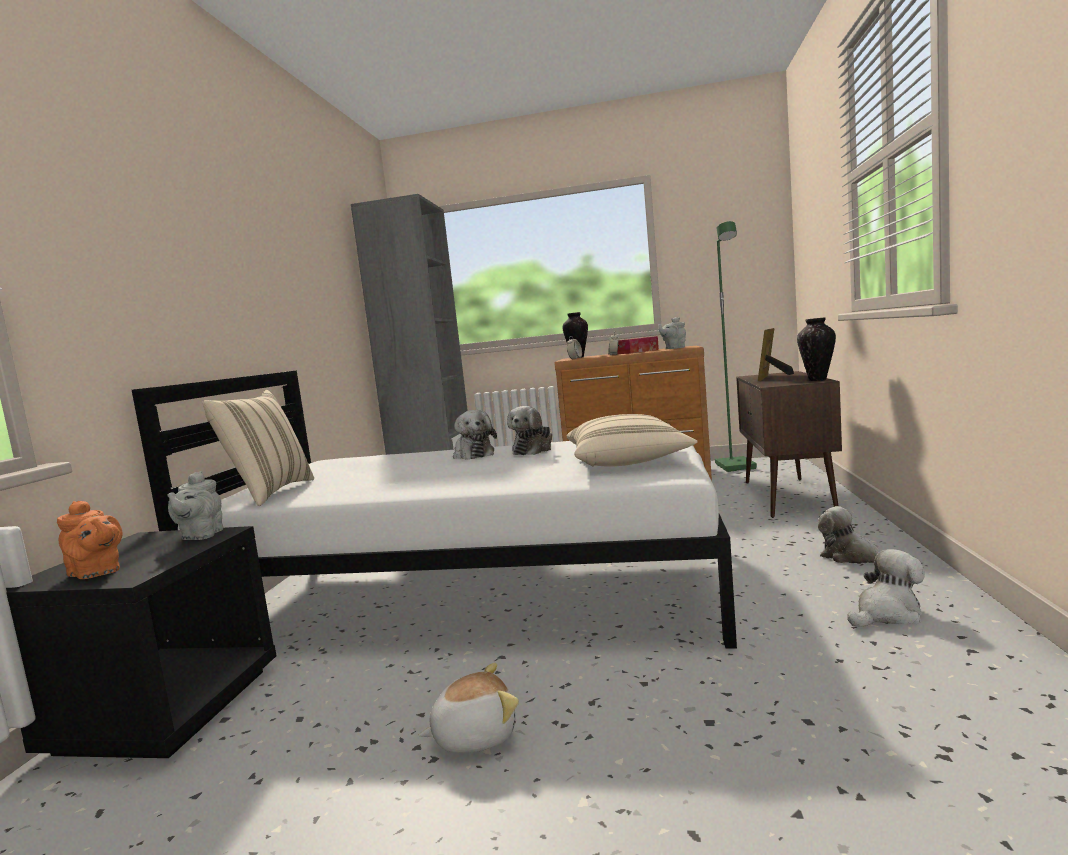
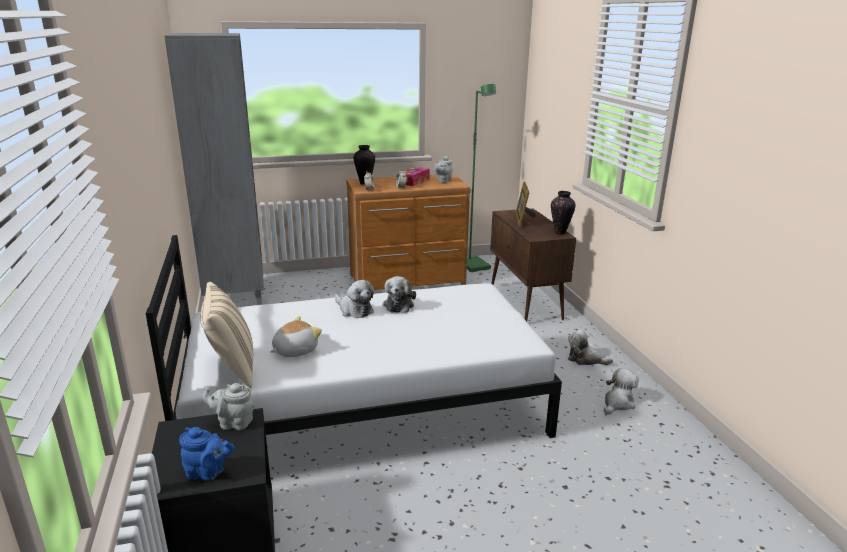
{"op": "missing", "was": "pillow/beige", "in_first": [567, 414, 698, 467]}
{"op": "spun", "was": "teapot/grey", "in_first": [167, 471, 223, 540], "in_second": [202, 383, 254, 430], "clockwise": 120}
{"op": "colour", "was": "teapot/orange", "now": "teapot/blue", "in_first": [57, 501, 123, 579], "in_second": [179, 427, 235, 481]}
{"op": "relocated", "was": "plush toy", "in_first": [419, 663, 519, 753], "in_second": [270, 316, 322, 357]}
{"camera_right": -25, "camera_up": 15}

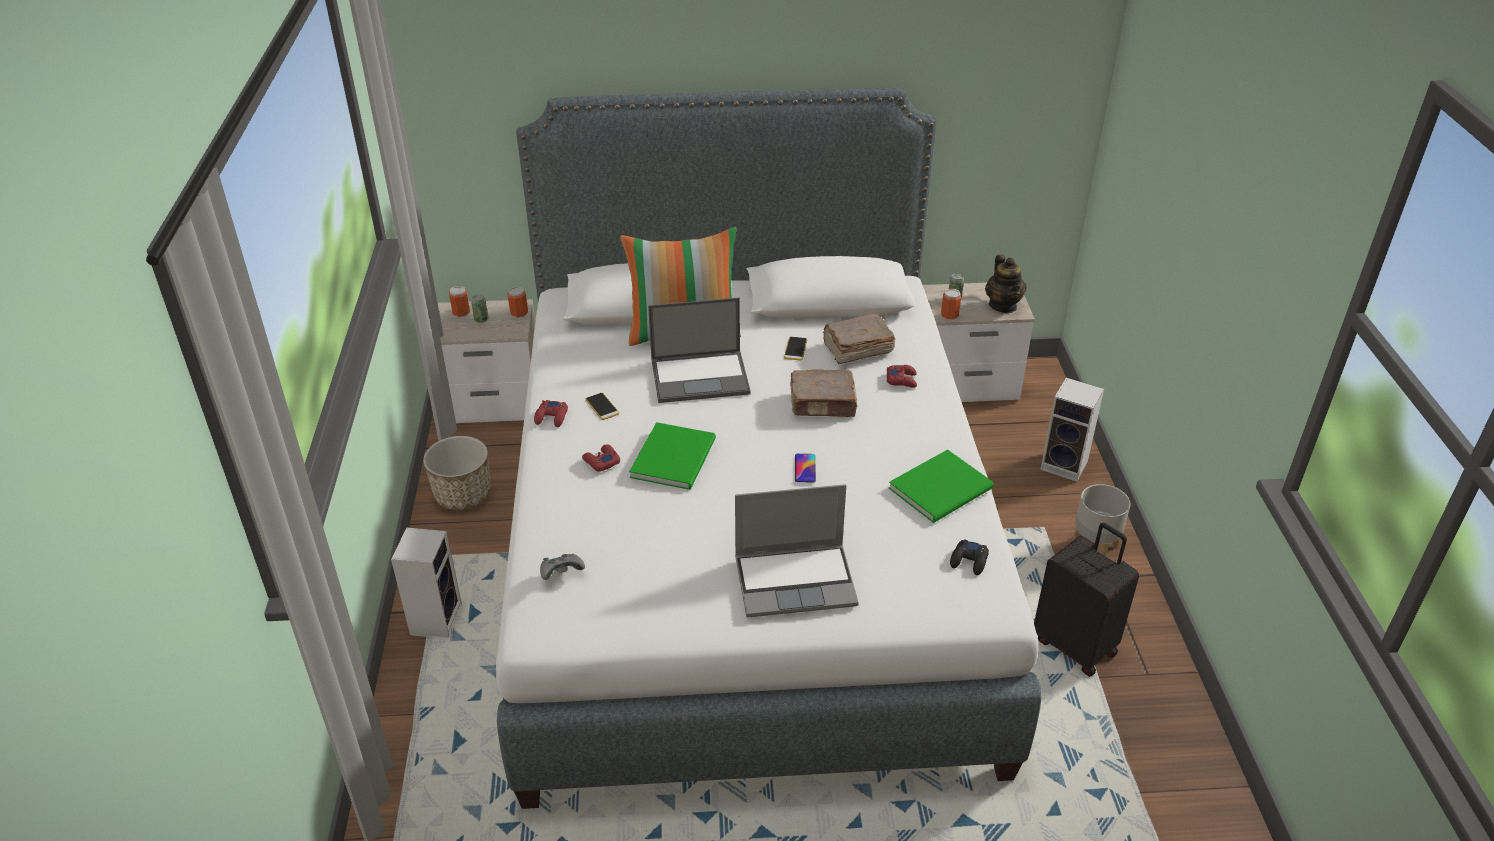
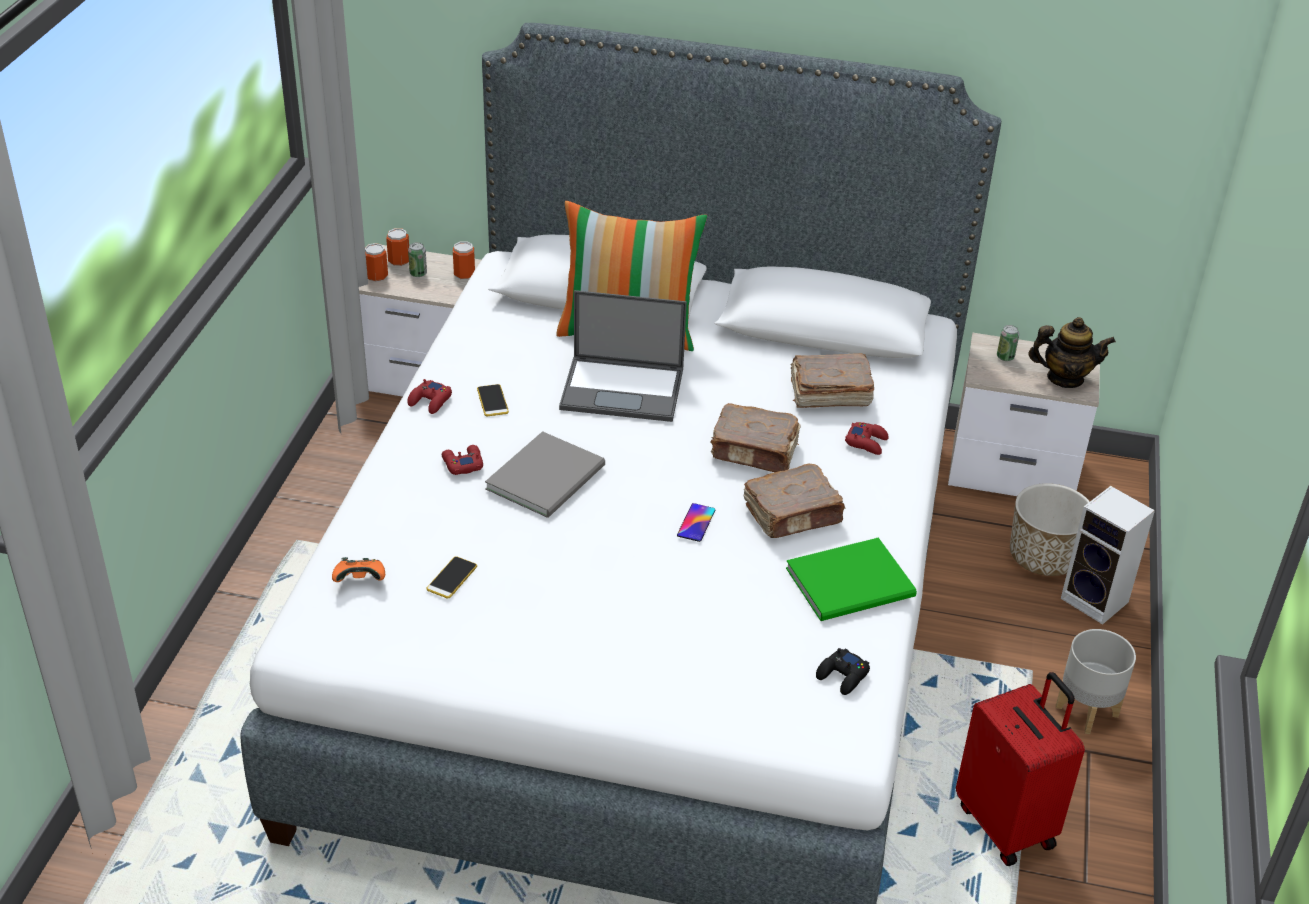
{"op": "spun", "was": "teapot", "in_first": [985, 255, 1027, 313], "in_second": [1028, 317, 1116, 388], "clockwise": -90}
{"op": "relocated", "was": "can", "in_first": [941, 289, 961, 320], "in_second": [365, 243, 388, 282]}
{"op": "relocated", "was": "phone", "in_first": [784, 337, 807, 361], "in_second": [426, 556, 477, 598]}
{"op": "colour", "was": "book/green", "now": "book/grey", "in_first": [629, 422, 716, 490], "in_second": [485, 431, 605, 518]}
{"op": "relocated", "was": "planter", "in_first": [423, 436, 491, 510], "in_second": [1010, 483, 1090, 576]}
{"op": "missing", "was": "laptop", "in_first": [735, 484, 859, 617]}
{"op": "colour", "was": "suitcase/black", "now": "suitcase/red", "in_first": [1034, 523, 1139, 677], "in_second": [956, 672, 1085, 866]}
{"op": "missing", "was": "speaker", "in_first": [391, 527, 462, 638]}
{"op": "colour", "was": "game controller/grey", "now": "game controller/orange", "in_first": [540, 554, 585, 580], "in_second": [332, 557, 385, 582]}
{"op": "appeared", "now": "book/brown", "in_second": [743, 464, 846, 538]}
{"camera_right": 15, "camera_up": 0}

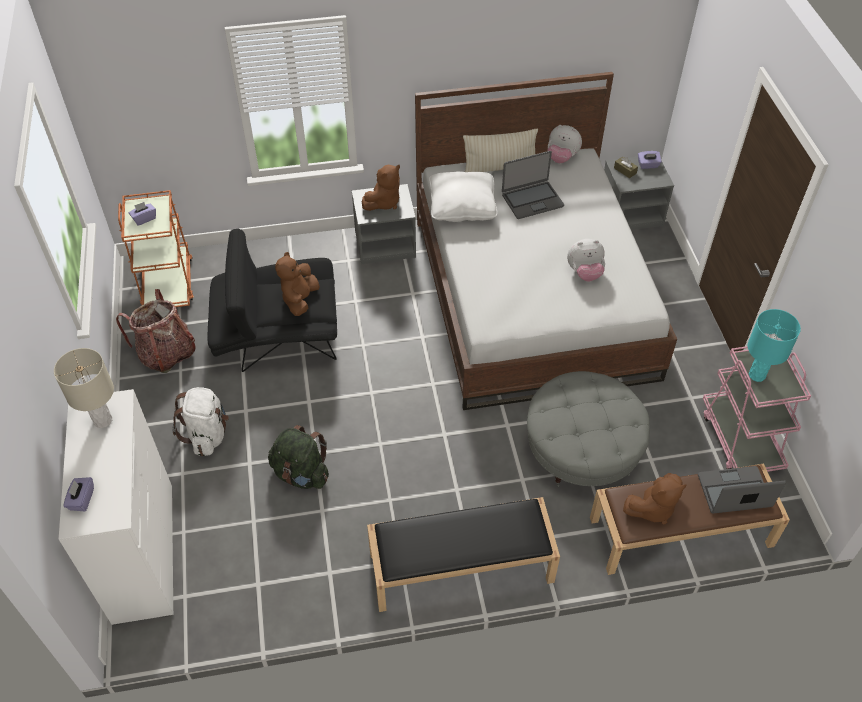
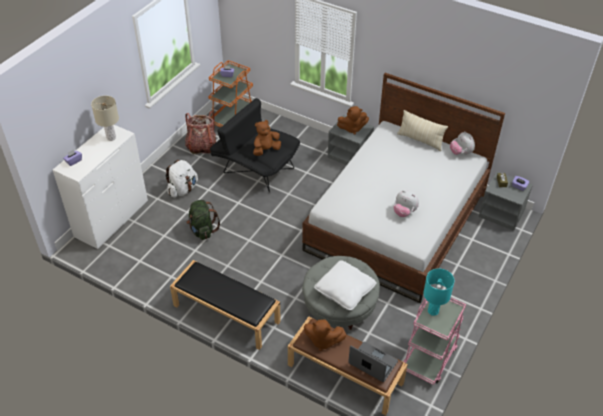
{"op": "missing", "was": "laptop", "in_first": [502, 151, 564, 219]}
{"op": "relocated", "was": "pillow/white", "in_first": [429, 171, 497, 222], "in_second": [314, 260, 377, 310]}
{"camera_right": 40, "camera_up": -5}

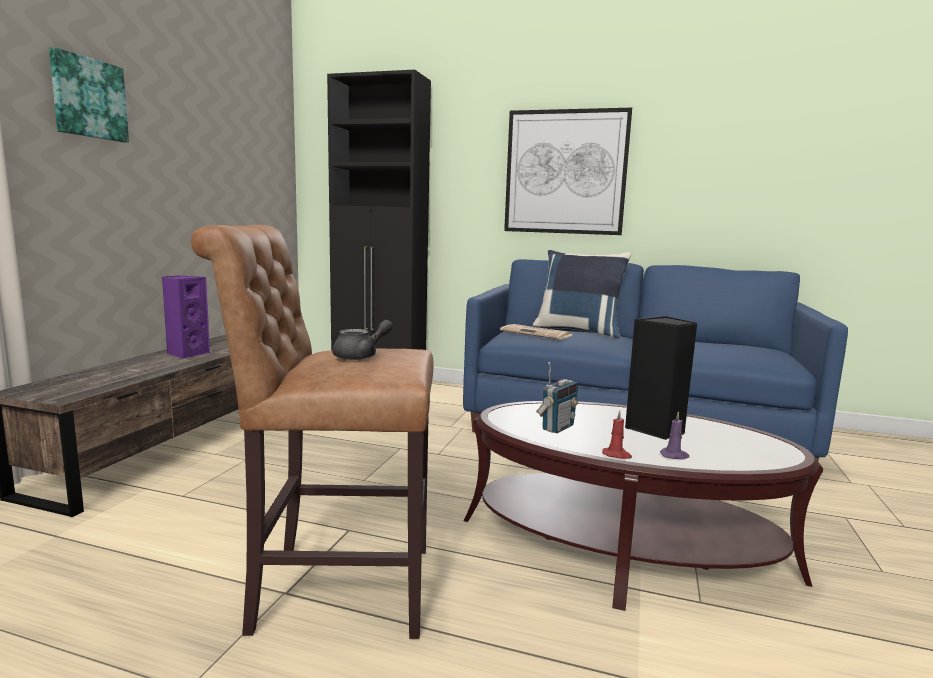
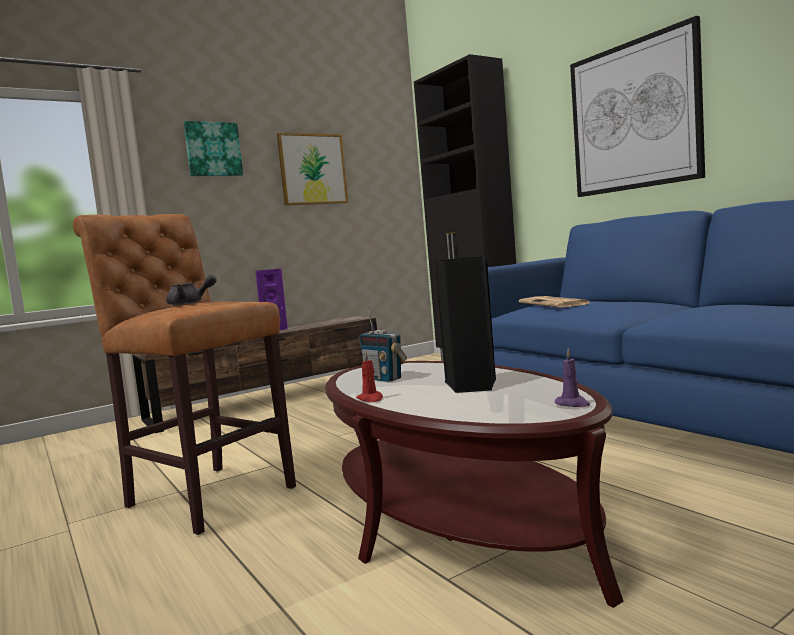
{"op": "missing", "was": "pillow/blue", "in_first": [532, 250, 631, 339]}
{"op": "spun", "was": "radio", "in_first": [536, 362, 578, 433], "in_second": [359, 308, 407, 382], "clockwise": 60}
{"op": "relocated", "was": "candle/purple", "in_first": [660, 411, 689, 459], "in_second": [555, 348, 590, 407]}
{"op": "appeared", "now": "picture", "in_second": [277, 133, 348, 206]}
{"camera_right": 40, "camera_up": -5}

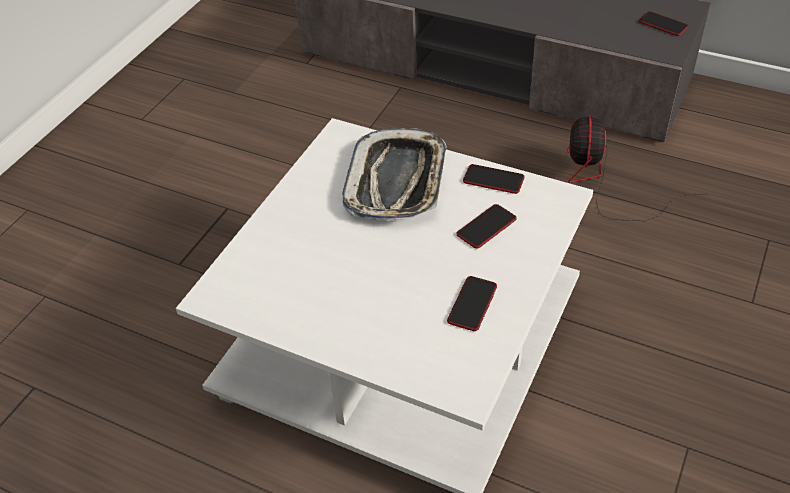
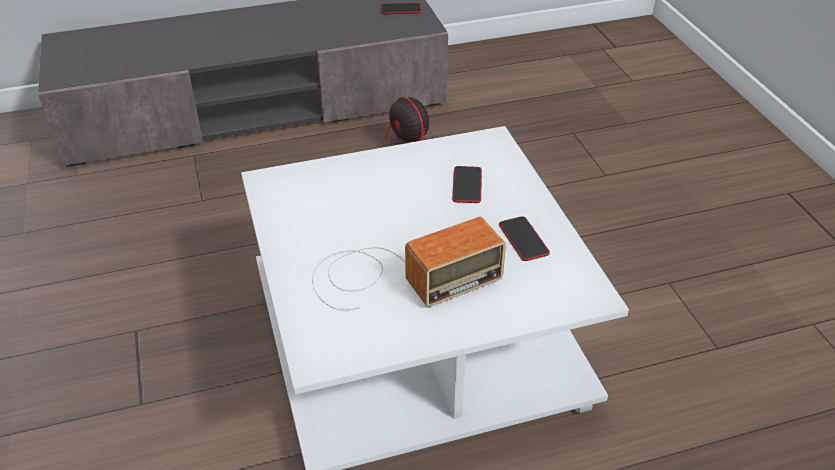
{"op": "missing", "was": "tray", "in_first": [342, 128, 447, 221]}
{"op": "missing", "was": "phone", "in_first": [463, 164, 525, 194]}
{"op": "appeared", "now": "radio", "in_second": [312, 217, 506, 310]}
{"camera_right": -45, "camera_up": -5}

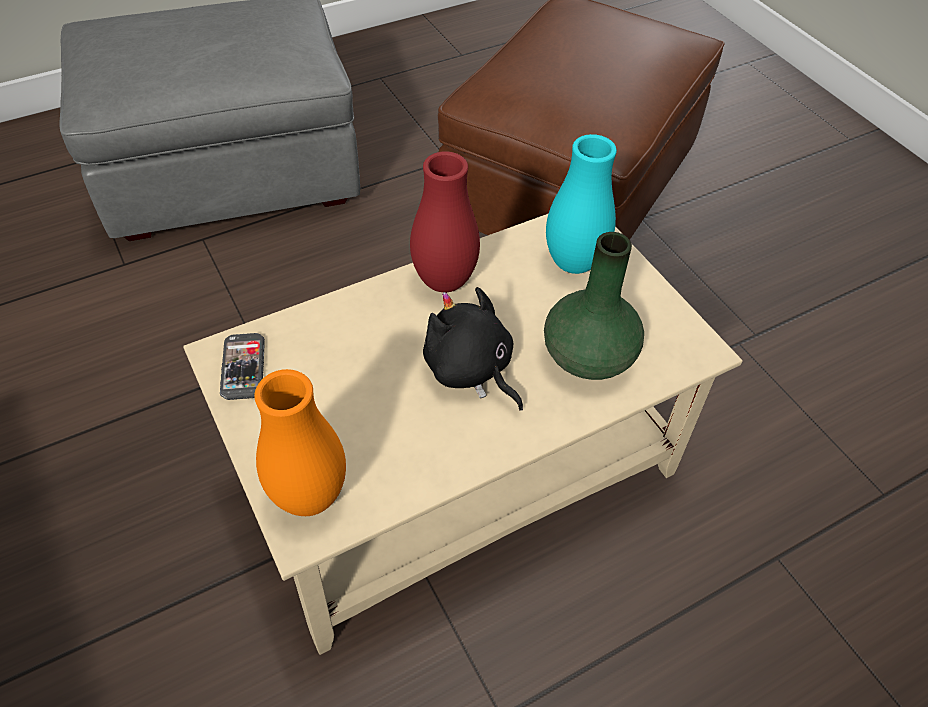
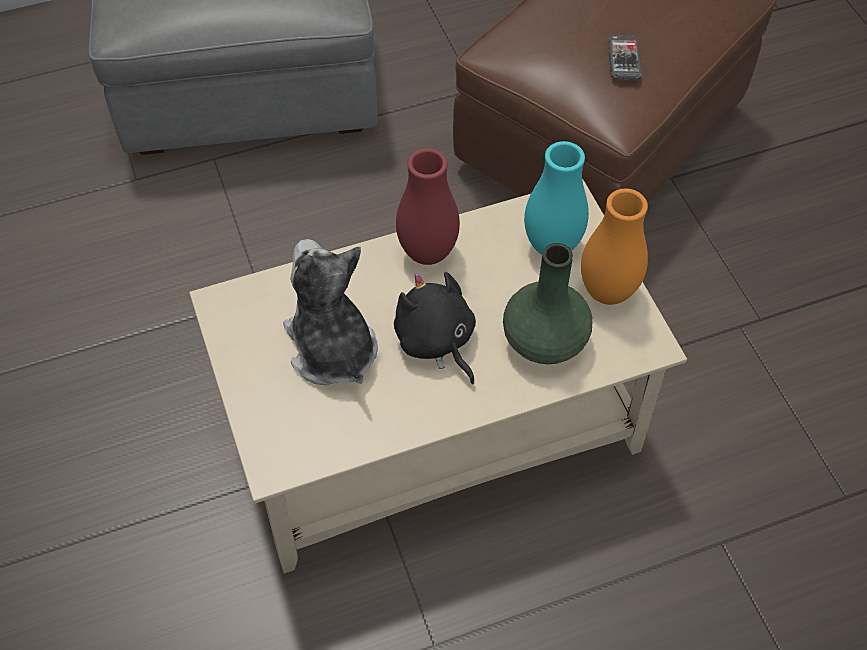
{"op": "relocated", "was": "phone", "in_first": [220, 333, 265, 400], "in_second": [608, 35, 642, 80]}
{"op": "relocated", "was": "vase/orange", "in_first": [254, 369, 346, 516], "in_second": [581, 188, 648, 305]}
{"op": "appeared", "now": "plush toy", "in_second": [283, 239, 378, 385]}
{"camera_right": 10, "camera_up": 5}

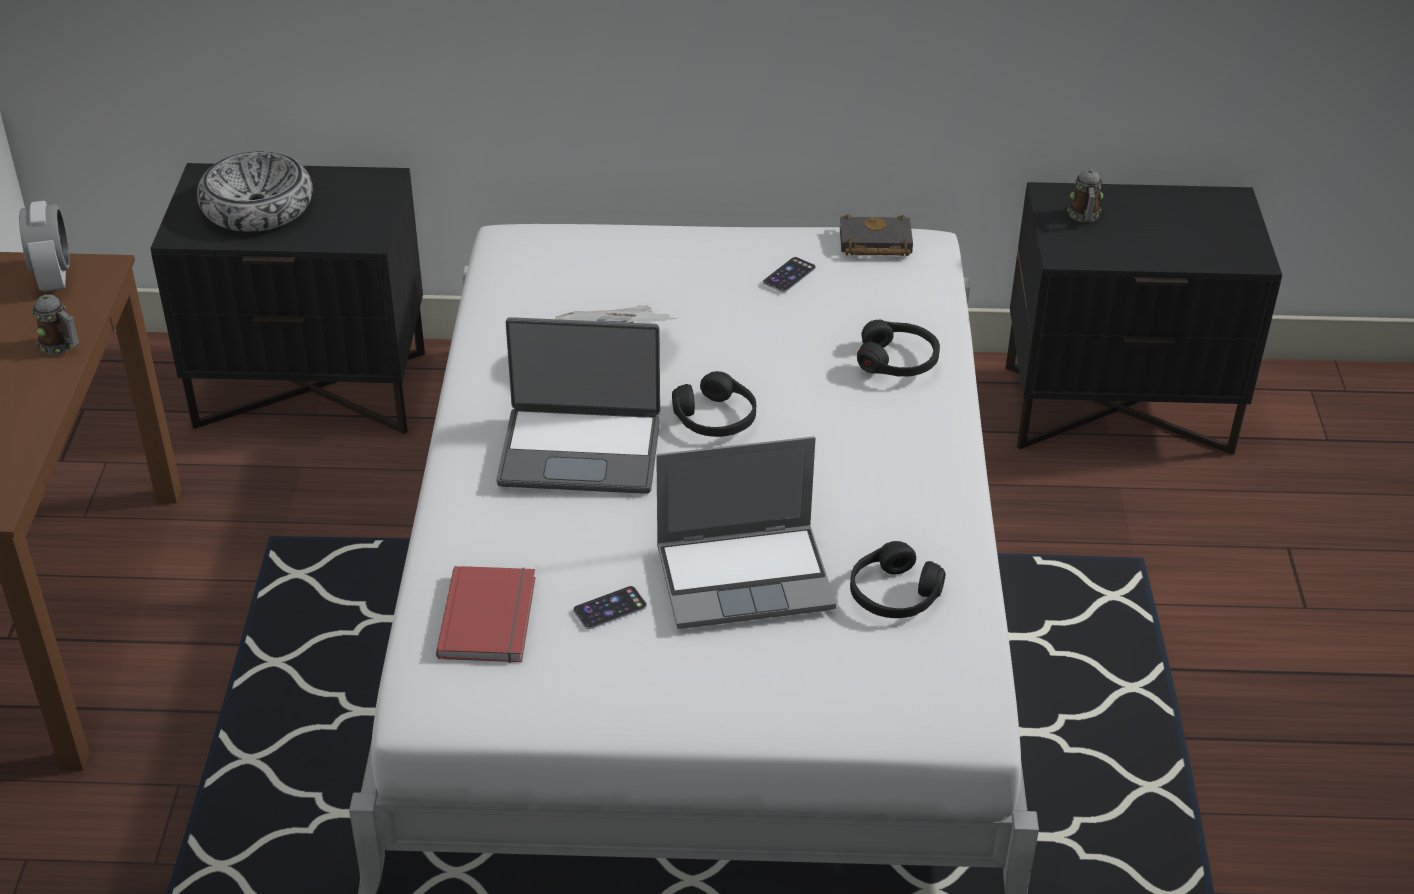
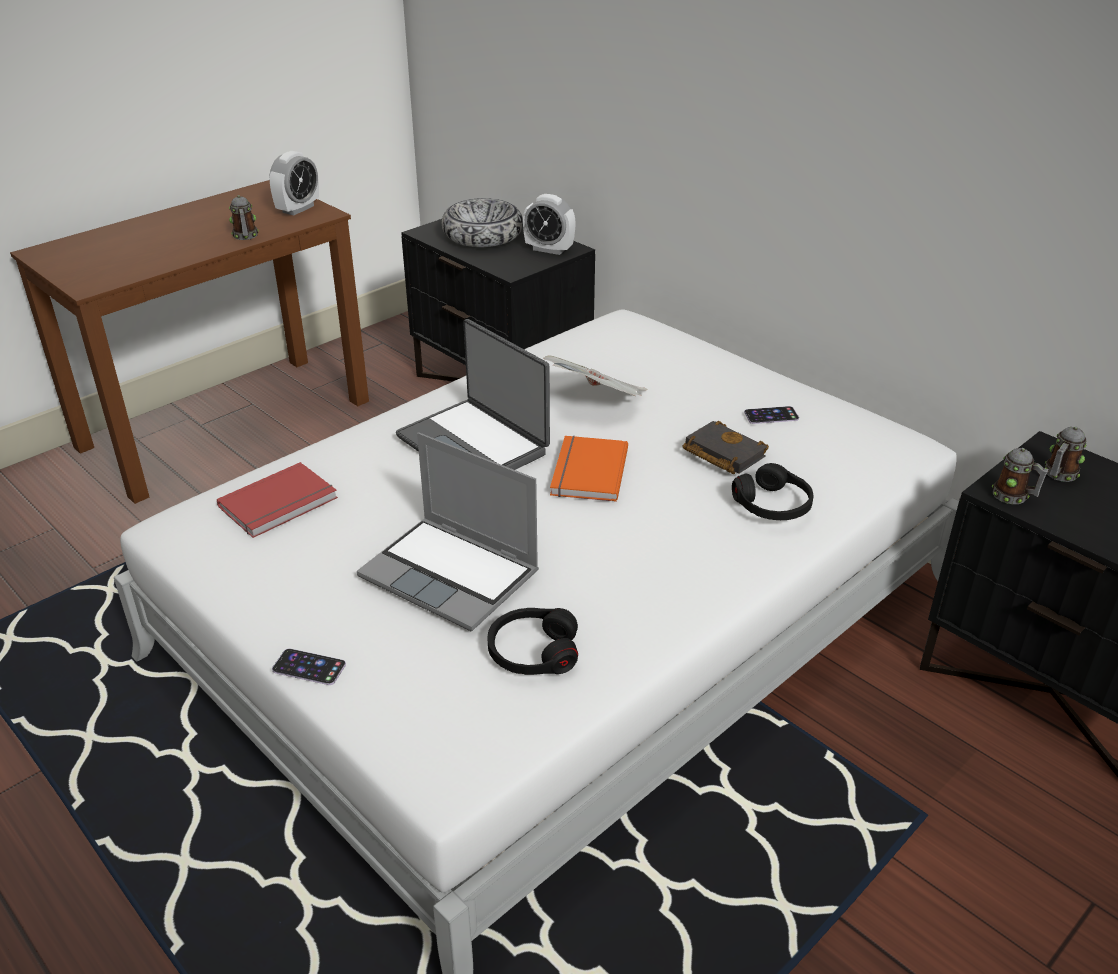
{"op": "relocated", "was": "book/black", "in_first": [840, 214, 913, 256], "in_second": [683, 421, 769, 474]}
{"op": "exchanged", "was": "headphones/black", "now": "book/orange", "in_first": [672, 371, 756, 437], "in_second": [550, 436, 628, 502]}
{"op": "relocated", "was": "phone", "in_first": [573, 586, 647, 630], "in_second": [272, 648, 346, 685]}
{"op": "appeared", "now": "alarm clock", "in_second": [523, 194, 576, 255]}
{"op": "appeared", "now": "mug", "in_second": [992, 448, 1049, 504]}
{"camera_right": 45, "camera_up": -5}

